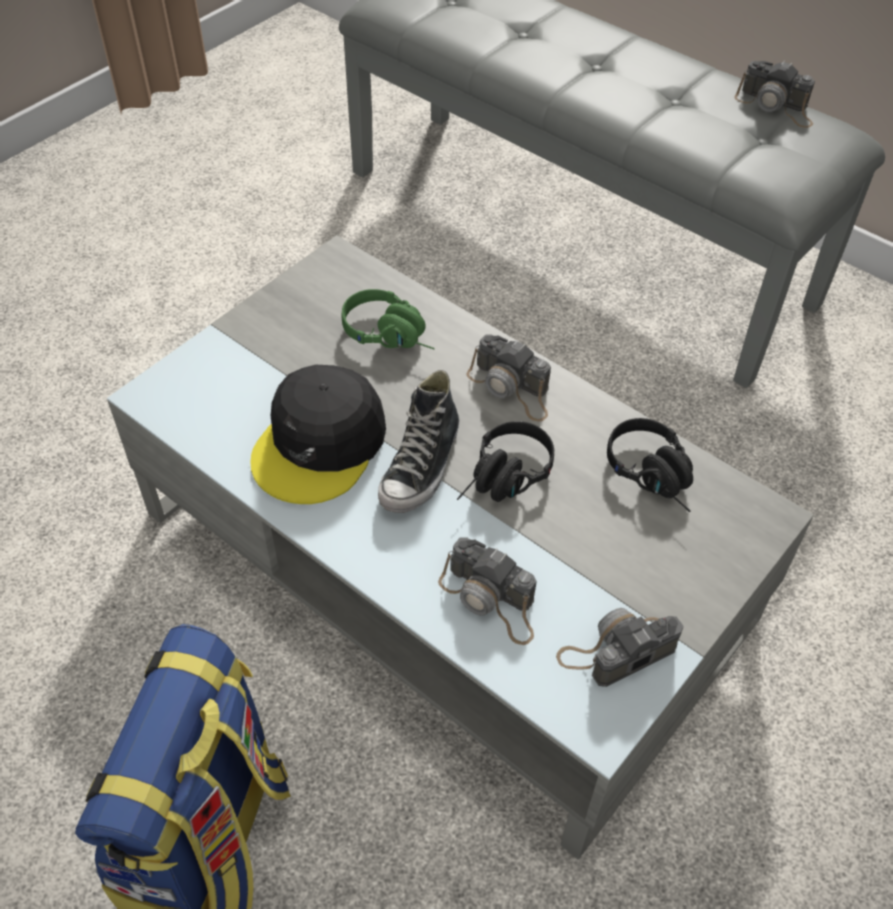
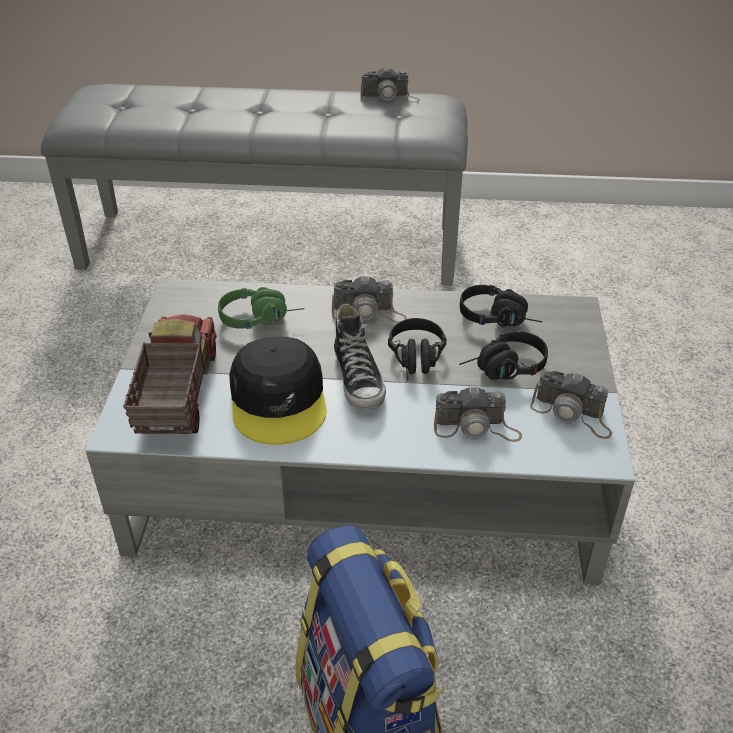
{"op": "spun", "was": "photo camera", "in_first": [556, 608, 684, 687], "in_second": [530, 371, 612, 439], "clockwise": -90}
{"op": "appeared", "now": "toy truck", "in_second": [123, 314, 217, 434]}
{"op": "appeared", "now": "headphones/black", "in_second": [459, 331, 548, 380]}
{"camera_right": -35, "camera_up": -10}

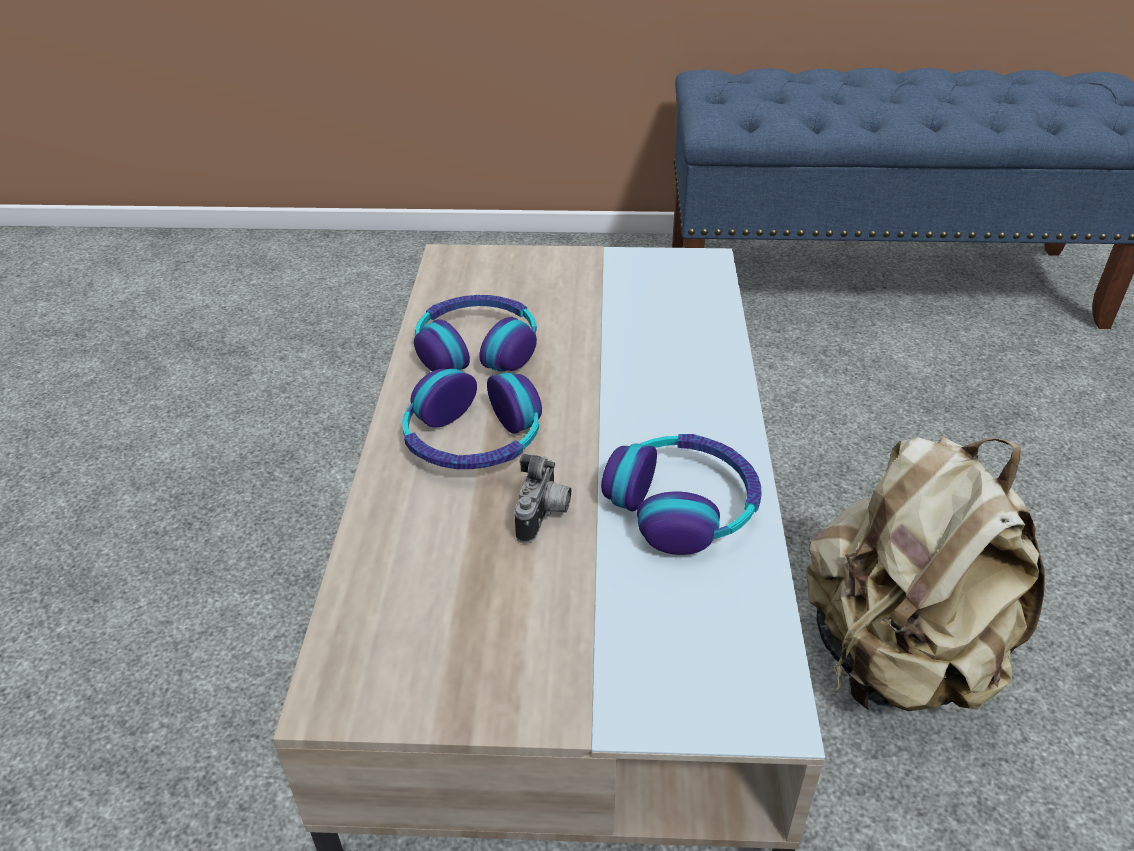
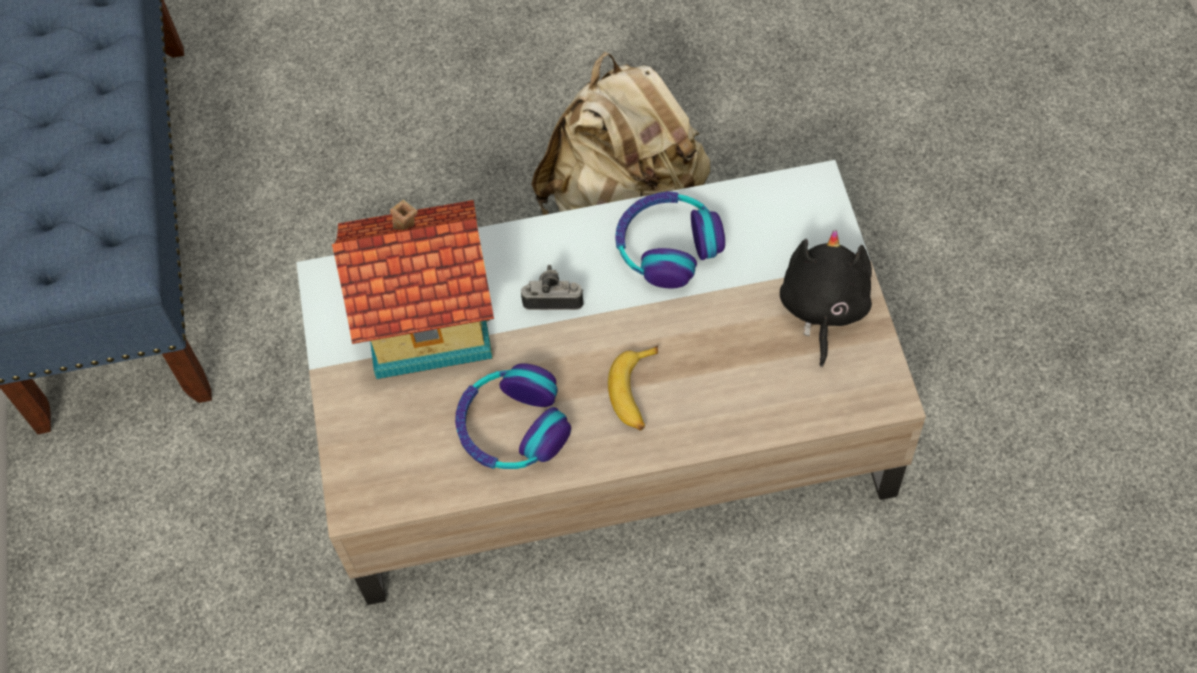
{"op": "exchanged", "was": "headphones", "now": "banana", "in_first": [402, 369, 542, 469], "in_second": [608, 346, 658, 431]}
{"op": "relocated", "was": "photo camera", "in_first": [514, 454, 571, 543], "in_second": [521, 265, 583, 310]}
{"op": "appeared", "now": "toy house", "in_second": [332, 199, 494, 379]}
{"op": "appeared", "now": "plush toy/black", "in_second": [780, 230, 872, 367]}
{"camera_right": -100, "camera_up": 20}

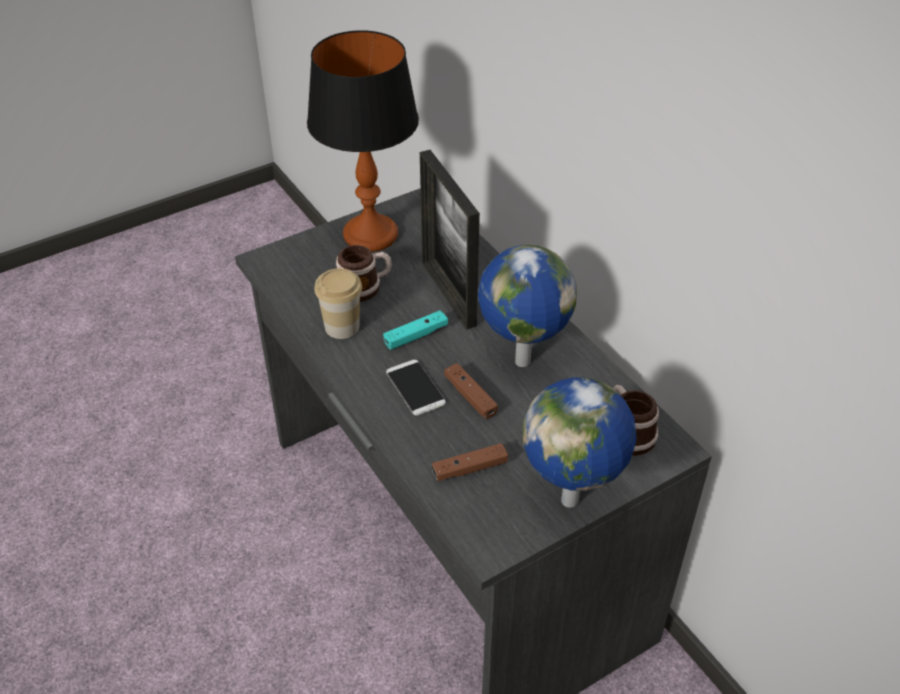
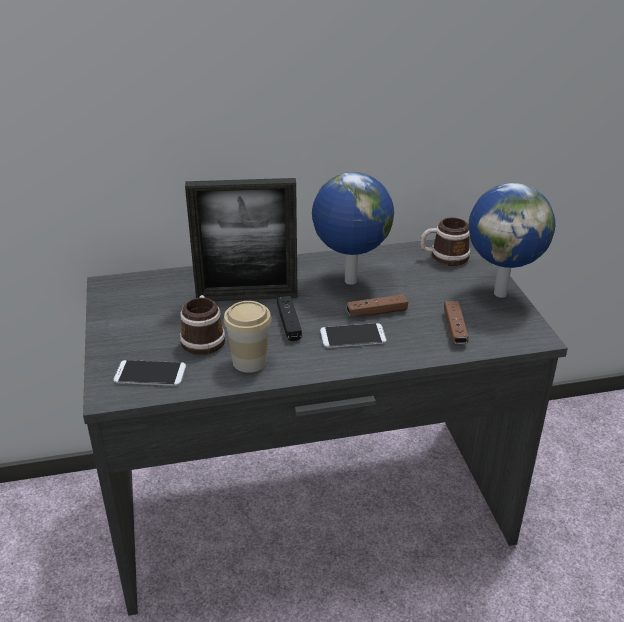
{"op": "missing", "was": "table lamp", "in_first": [307, 30, 419, 252]}
{"op": "colour", "was": "game controller/turquoise", "now": "game controller/black", "in_first": [383, 310, 448, 350], "in_second": [277, 296, 302, 341]}
{"op": "appeared", "now": "phone", "in_second": [113, 360, 186, 386]}
{"camera_right": -70, "camera_up": -10}

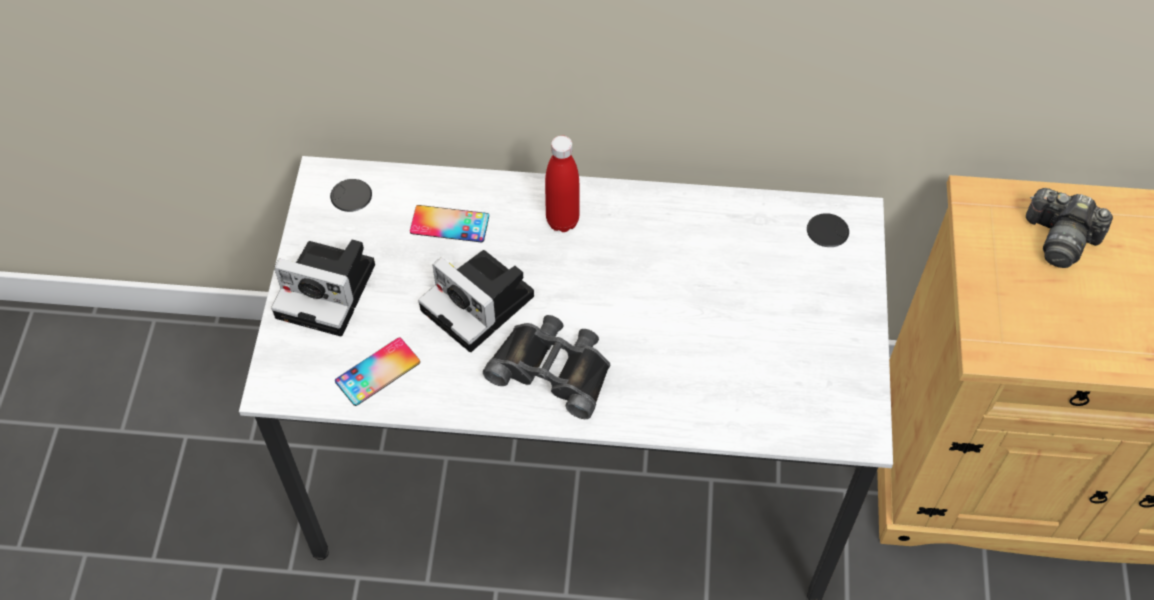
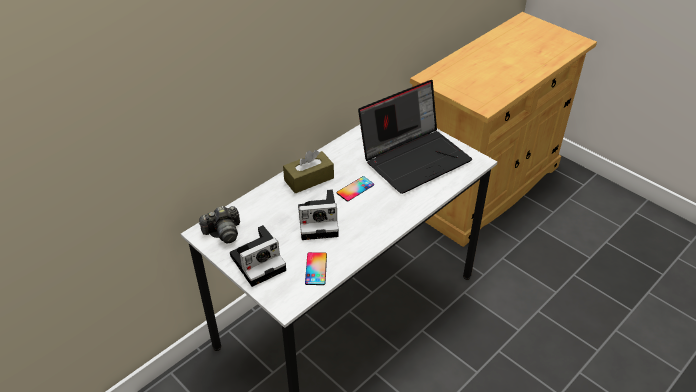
{"op": "exchanged", "was": "bottle/red", "now": "tissue box/brown", "in_first": [545, 136, 579, 232], "in_second": [283, 150, 334, 193]}
{"op": "relocated", "was": "photo camera", "in_first": [1026, 188, 1113, 268], "in_second": [199, 206, 240, 244]}
{"op": "relocated", "was": "phone", "in_first": [410, 205, 489, 242], "in_second": [336, 176, 374, 202]}
{"op": "missing", "was": "binoculars/black", "in_first": [483, 315, 610, 419]}
{"op": "appeared", "now": "laptop", "in_second": [358, 80, 472, 194]}
{"camera_right": -50, "camera_up": -15}

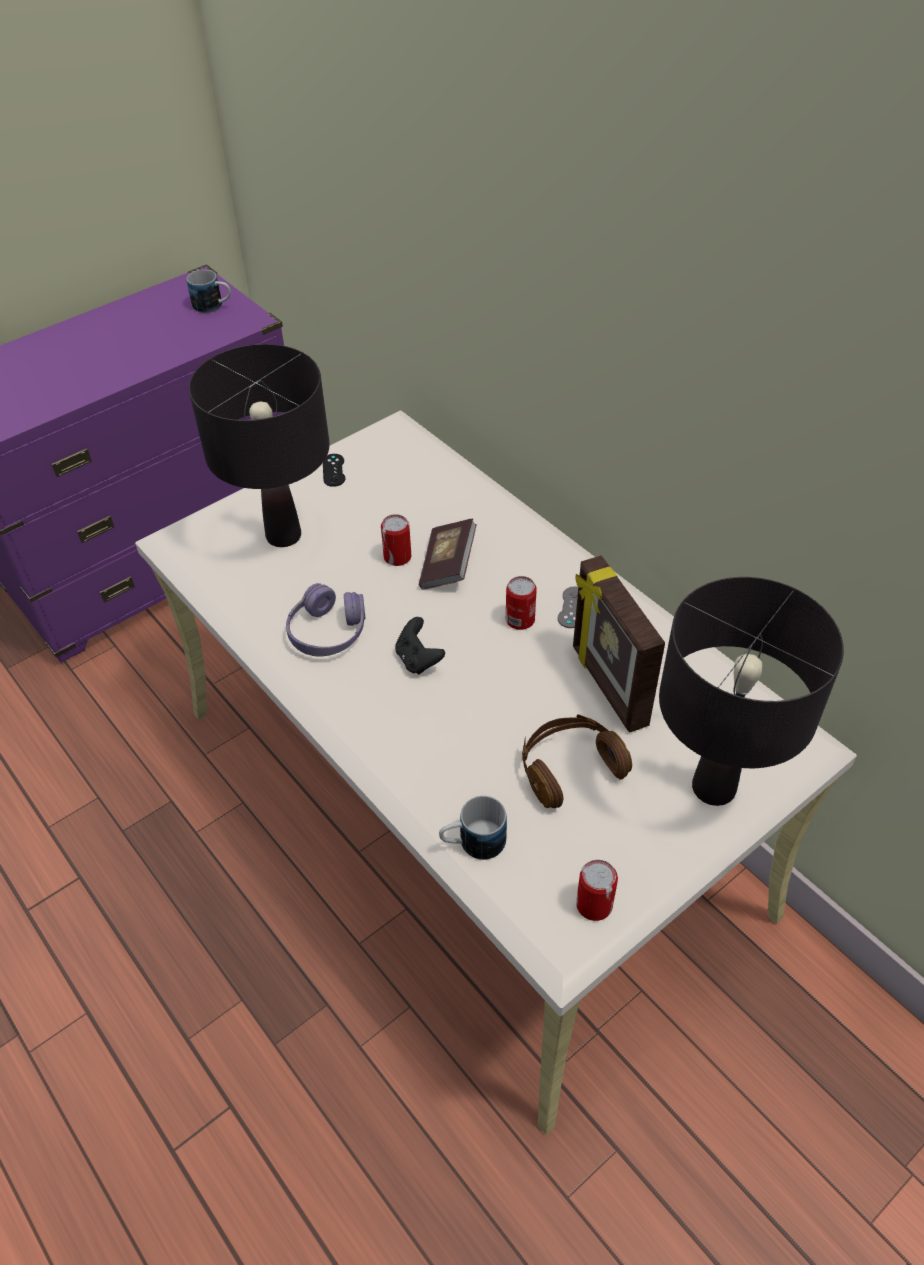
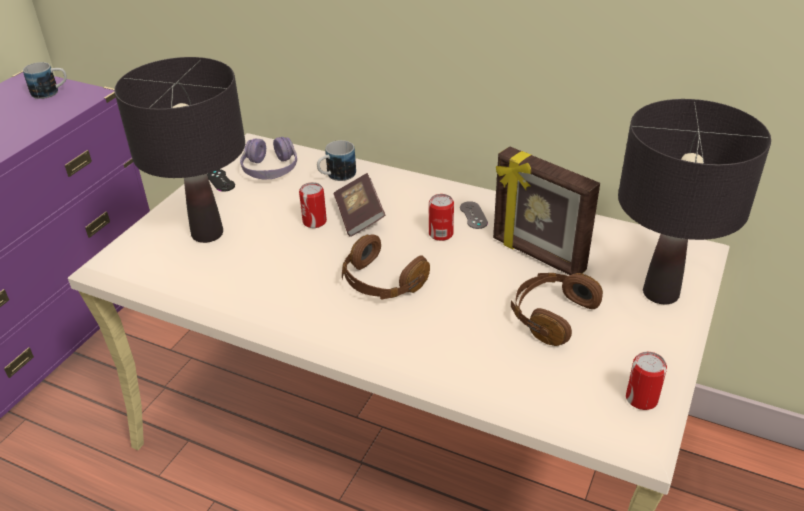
{"op": "relocated", "was": "headphones/purple", "in_first": [286, 583, 366, 657], "in_second": [240, 137, 297, 180]}
{"op": "exchanged", "was": "game controller/black", "now": "headphones/brown", "in_first": [395, 617, 445, 675], "in_second": [342, 234, 430, 299]}
{"op": "relocated", "was": "mug", "in_first": [439, 796, 507, 860], "in_second": [317, 140, 356, 181]}
{"camera_right": -25, "camera_up": -10}

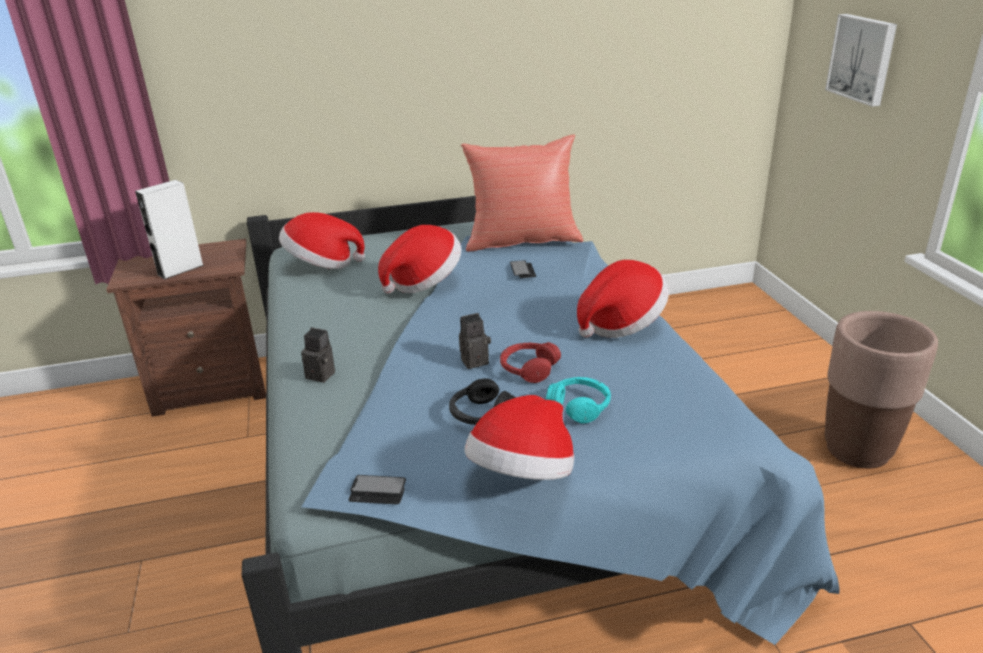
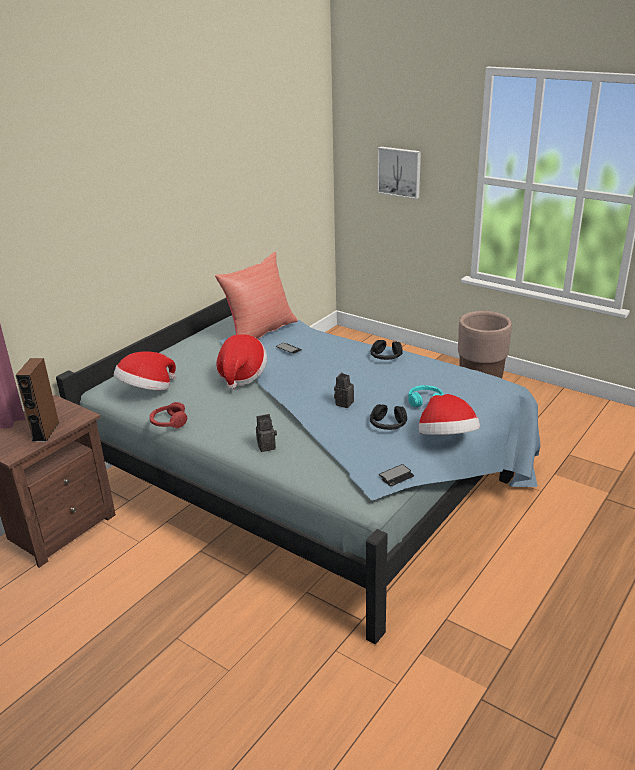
{"op": "colour", "was": "speaker/white", "now": "speaker/brown", "in_first": [135, 180, 204, 279], "in_second": [16, 358, 60, 442]}
{"op": "exchanged", "was": "hat", "now": "headphones/black", "in_first": [577, 260, 669, 338], "in_second": [371, 340, 403, 360]}
{"op": "relocated", "was": "headphones/red", "in_first": [500, 342, 561, 383], "in_second": [149, 402, 187, 428]}
{"camera_right": -40, "camera_up": 0}

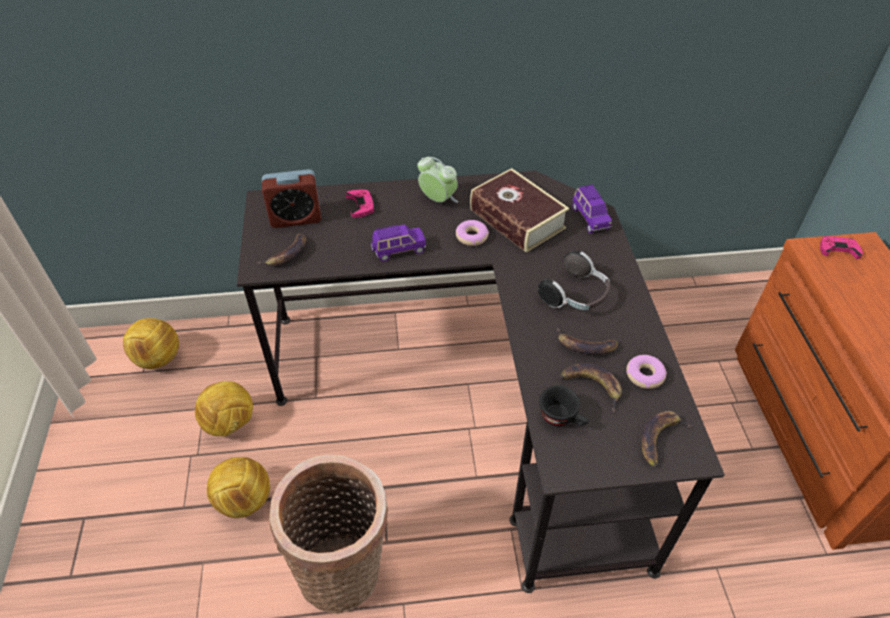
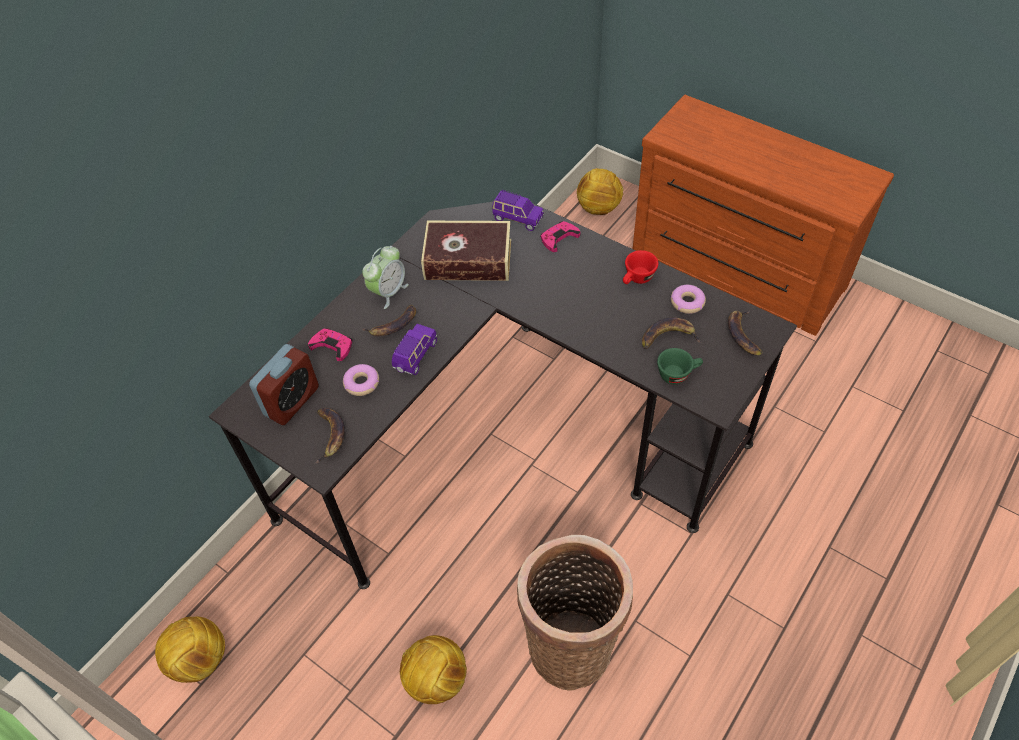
{"op": "spun", "was": "alarm clock", "in_first": [417, 157, 458, 203], "in_second": [362, 246, 409, 309], "clockwise": 135}
{"op": "relocated", "was": "donut", "in_first": [456, 220, 489, 246], "in_second": [343, 364, 379, 396]}
{"op": "relocated", "was": "game controller/pink", "in_first": [820, 236, 863, 259], "in_second": [540, 221, 581, 252]}
{"op": "missing", "was": "headphones", "in_first": [538, 251, 610, 310]}
{"op": "relocated", "was": "banana", "in_first": [557, 328, 618, 354], "in_second": [361, 305, 416, 336]}
{"op": "relocated", "was": "football", "in_first": [195, 381, 253, 436], "in_second": [577, 169, 624, 215]}
{"op": "colour", "was": "cup/black", "now": "cup/green", "in_first": [539, 385, 589, 426], "in_second": [657, 348, 703, 384]}
{"op": "appeared", "now": "cup/red", "in_second": [623, 250, 658, 284]}
{"camera_right": -45, "camera_up": 5}

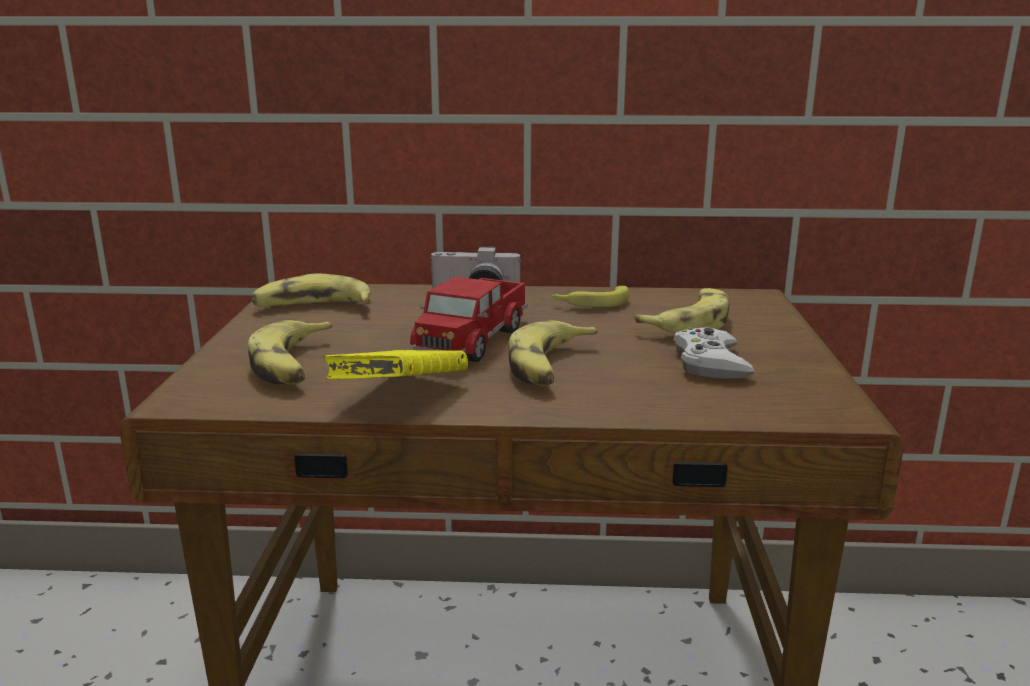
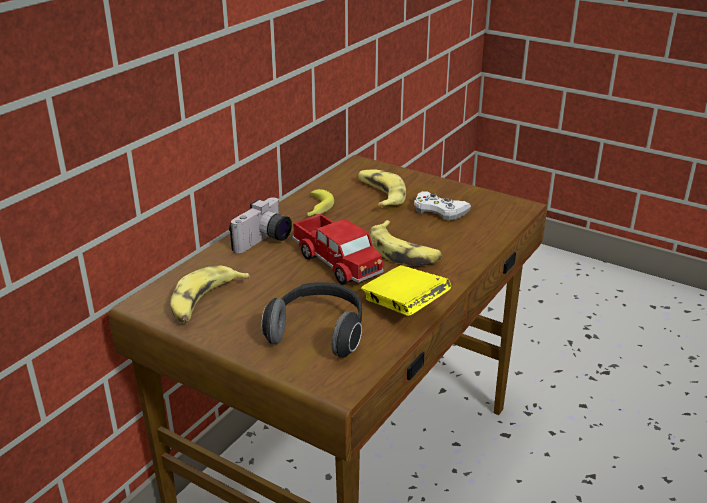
{"op": "exchanged", "was": "banana", "now": "headphones", "in_first": [248, 320, 333, 385], "in_second": [262, 282, 362, 358]}
{"camera_right": -60, "camera_up": 10}

